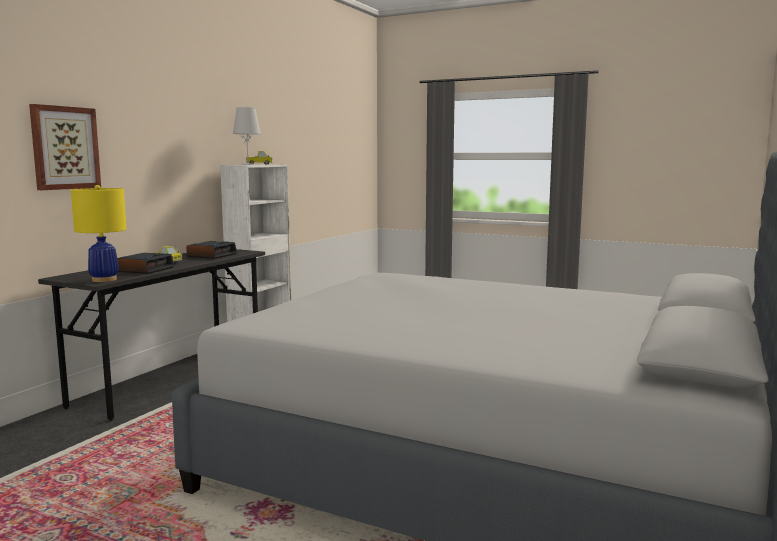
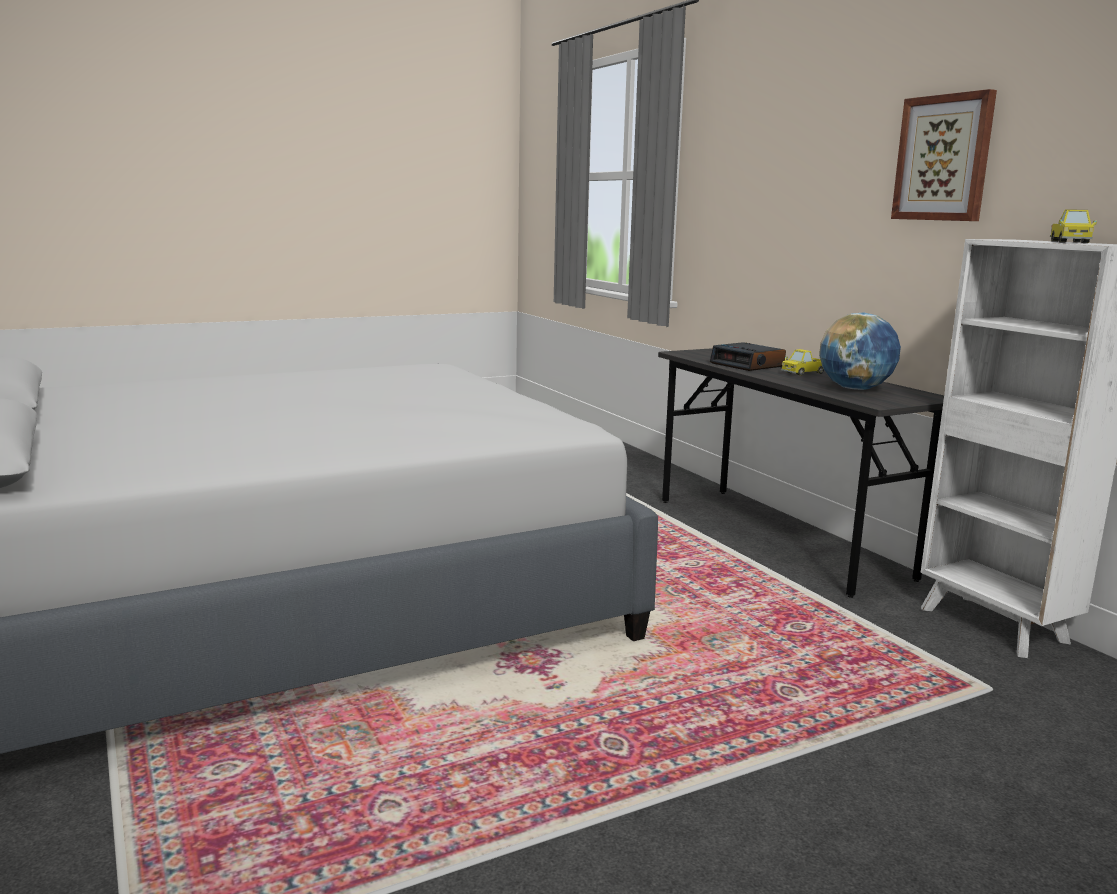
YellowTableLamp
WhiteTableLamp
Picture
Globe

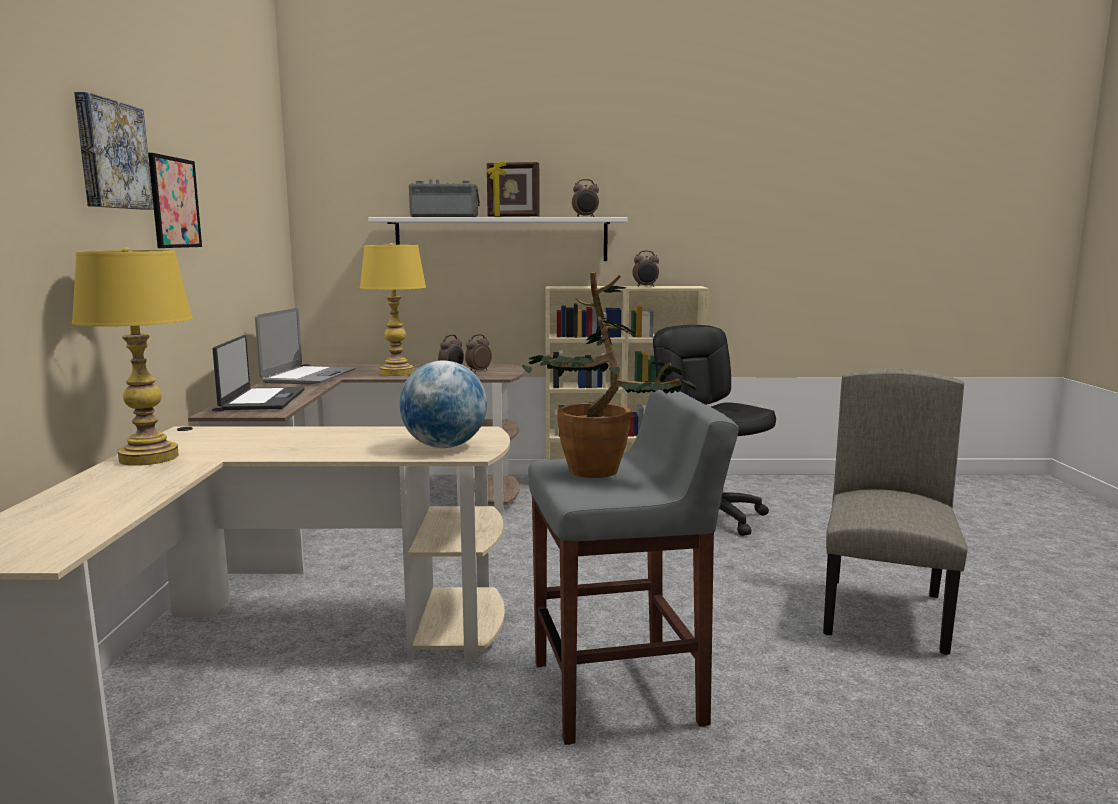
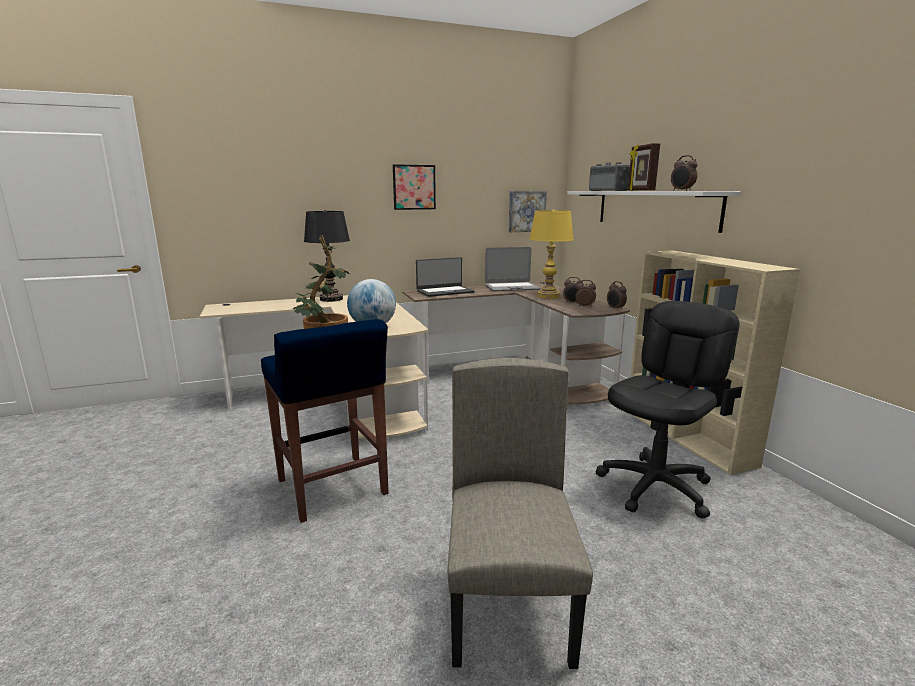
Picture (2nd from left)
AlarmClock (3rd from left)
BlackTableLamp
BlueStool
BeigeChair

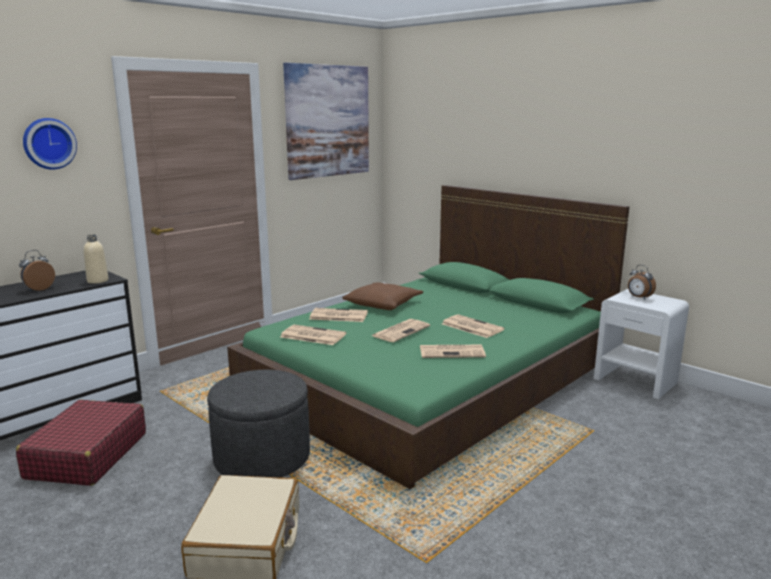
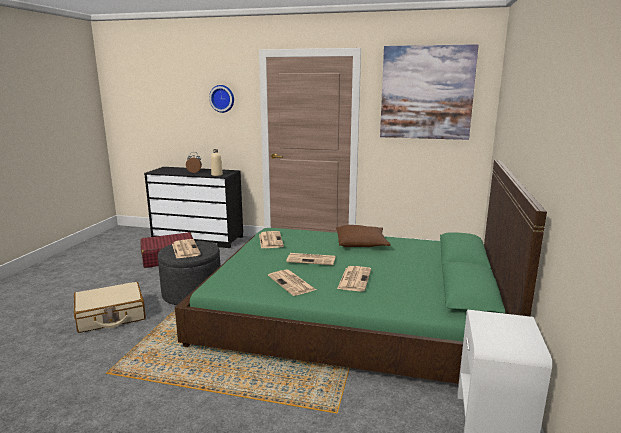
AlarmClock (2nd from left in the first image)
Newspaper (1st from left)

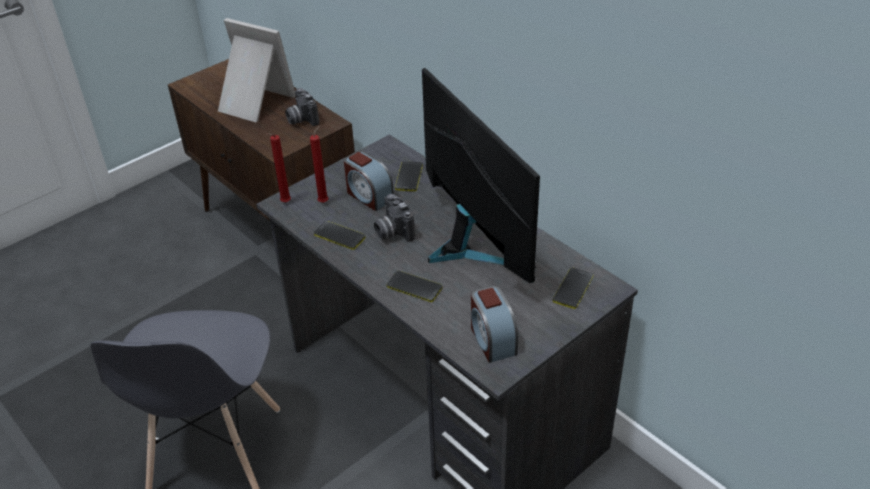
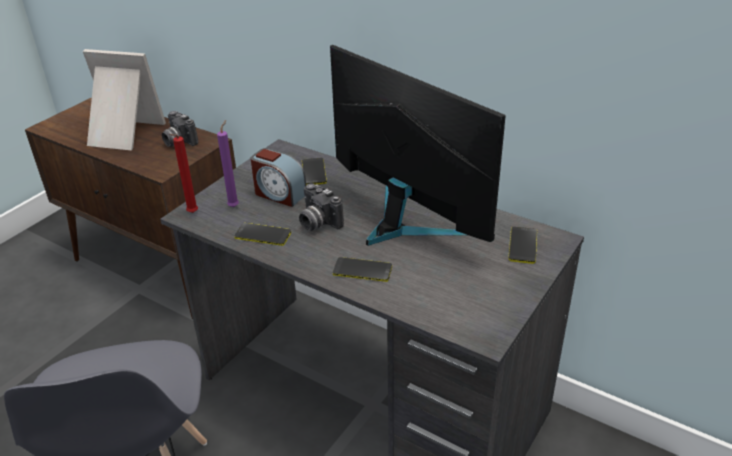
AlarmClock (2nd from left in the first image)
PurpleCandle

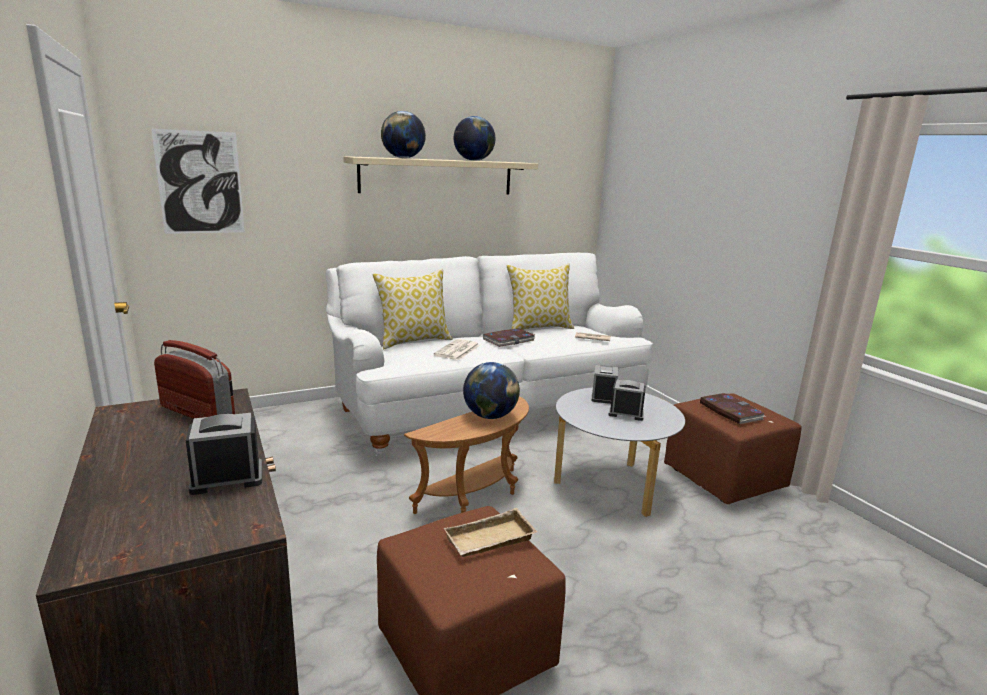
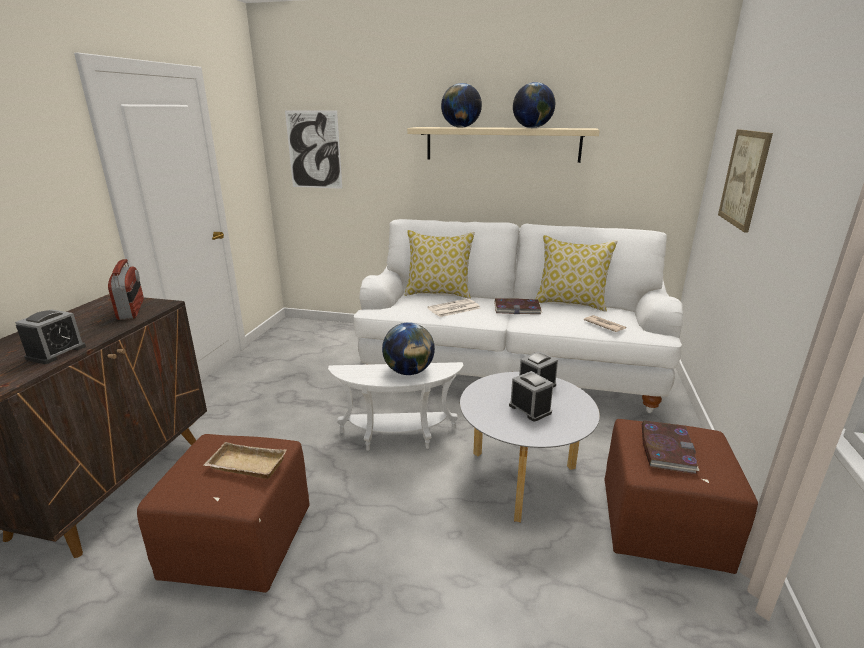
Picture (2nd from left)
WhiteSideTable
AlarmClock (1st from left)

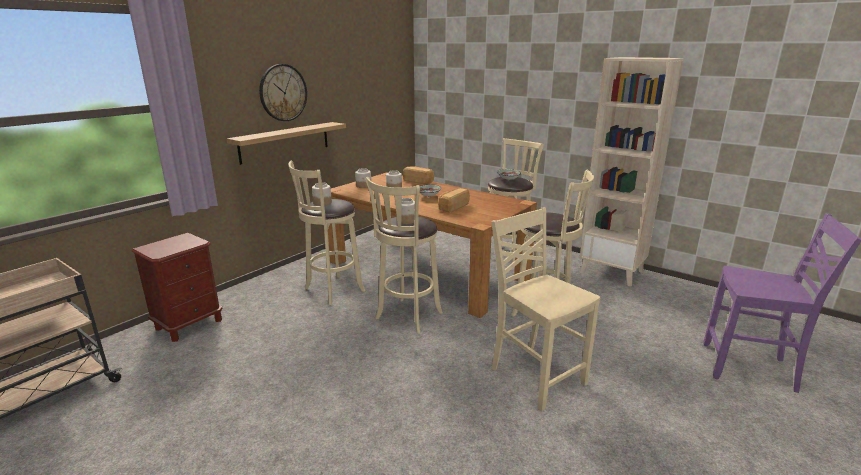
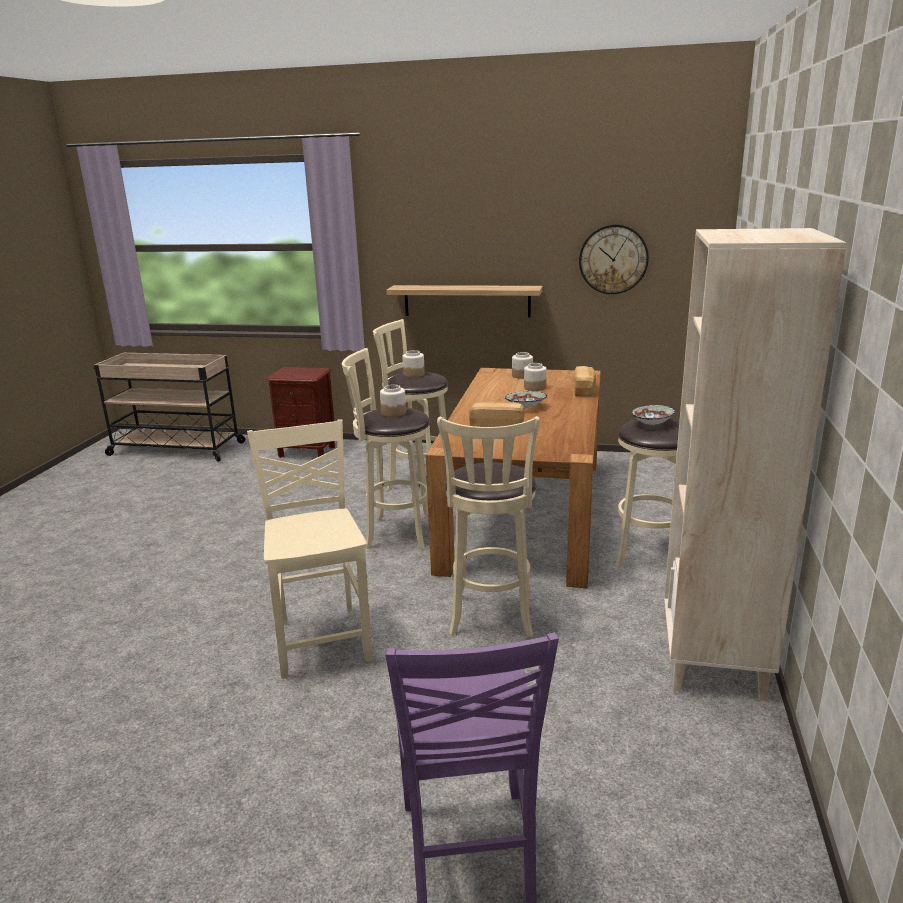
WallClock
BeigeChair

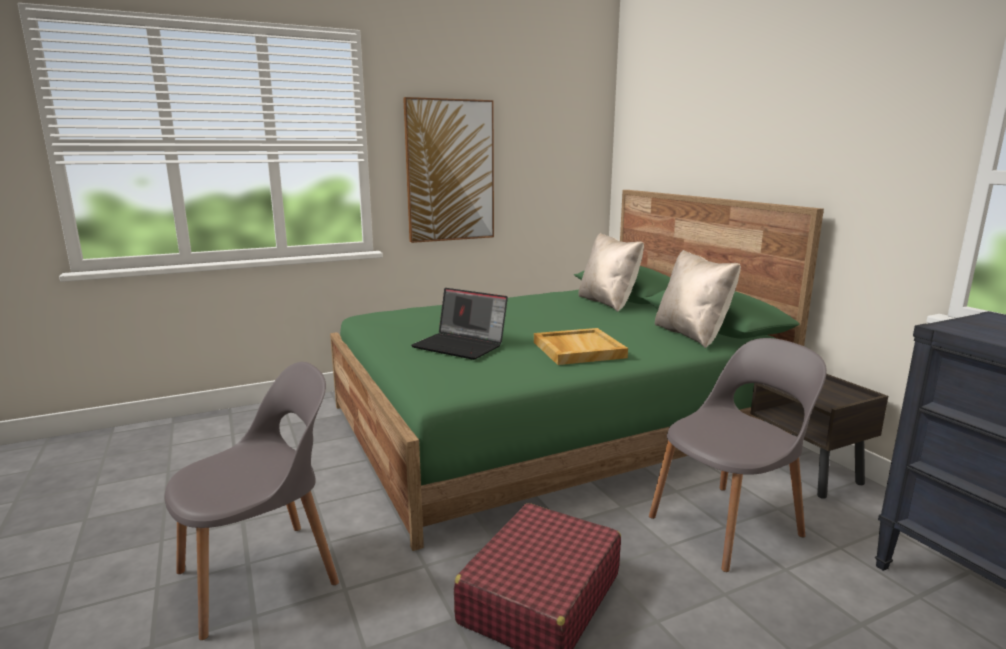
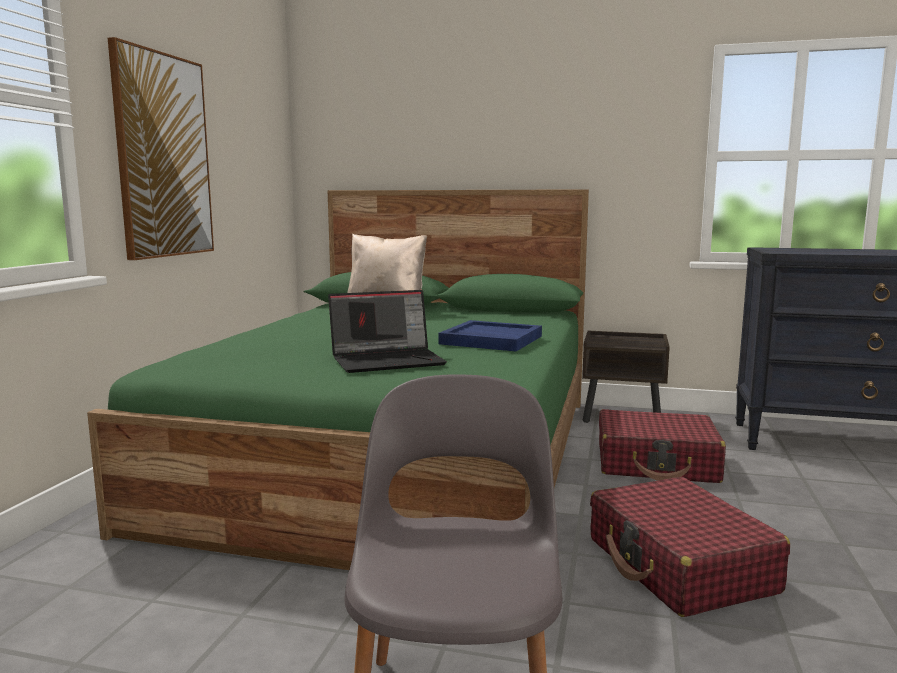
BeigePillow (2nd from left in the first image)
RedSuitcase (1st from left)
BlueTray

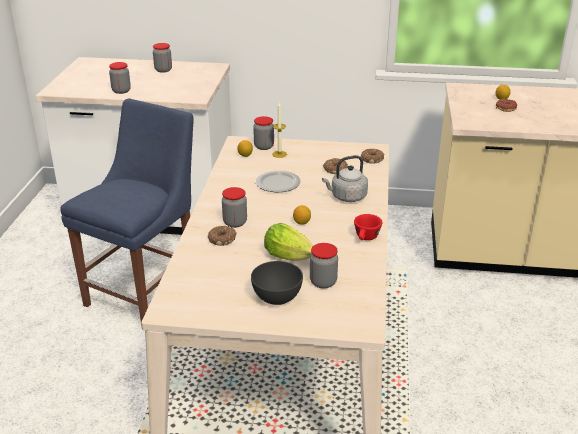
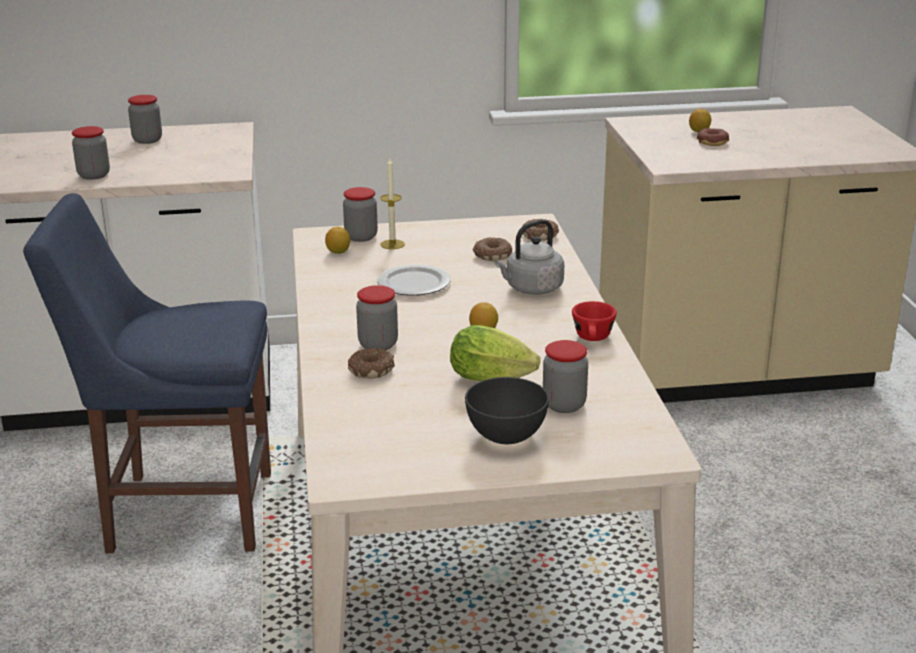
BlueChair

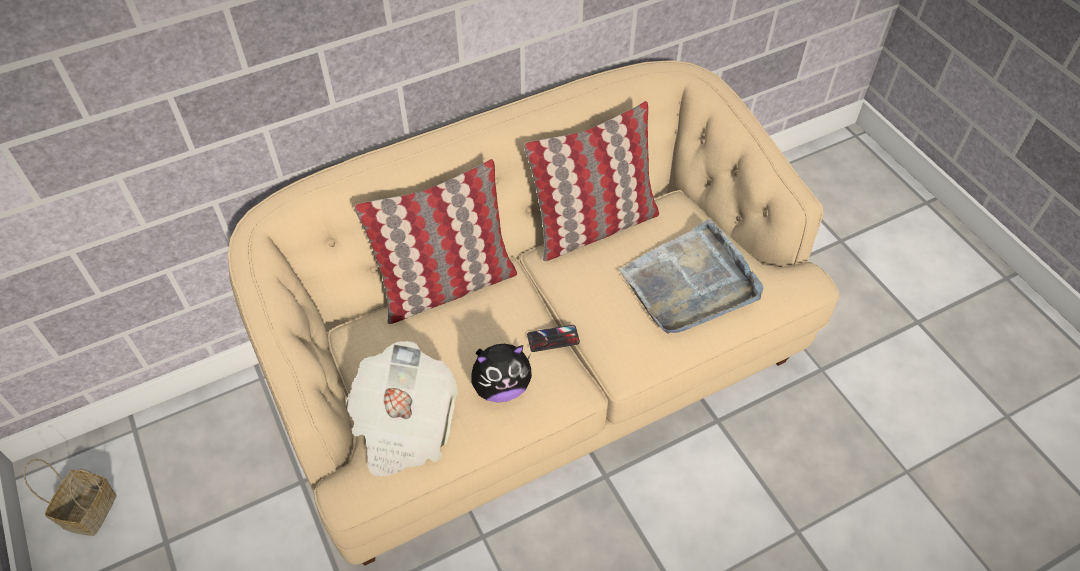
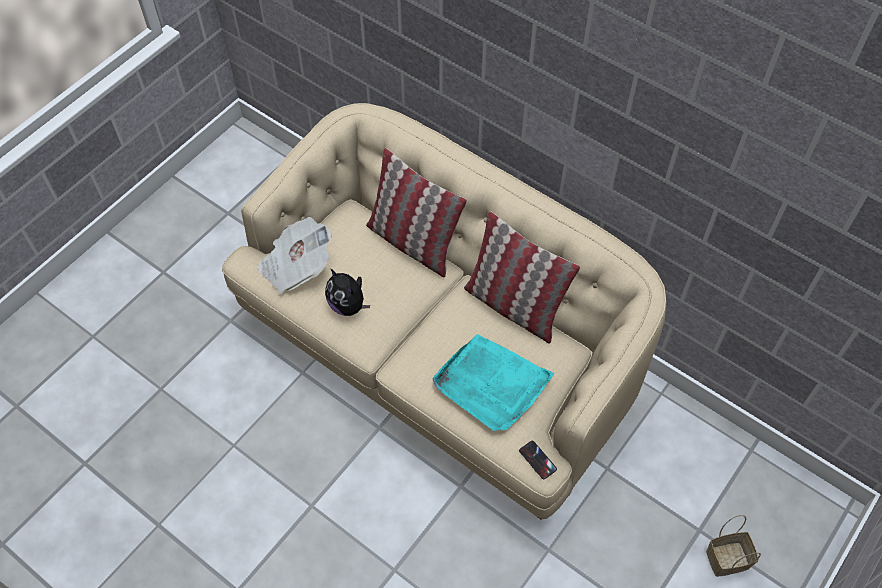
Basket
Phone
TurquoiseTray

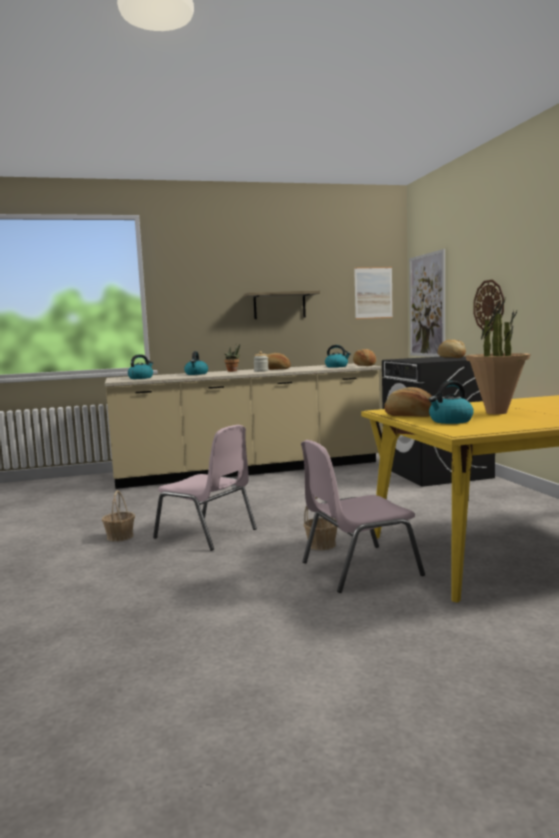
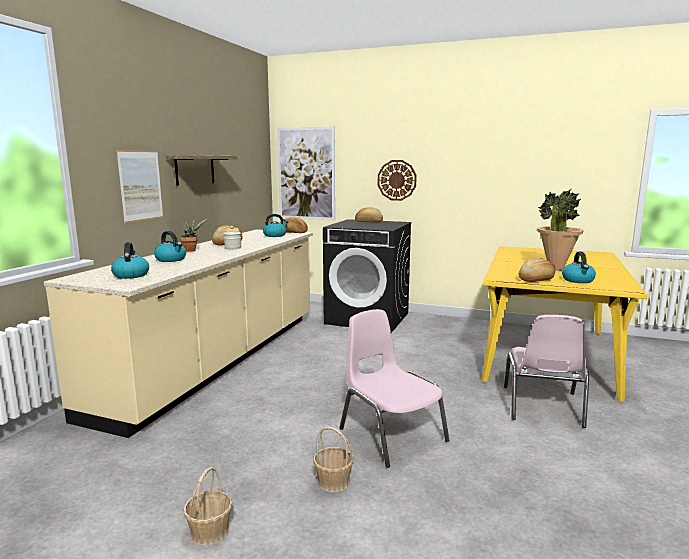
Basket (1st from left)
Picture (1st from left)
PinkChair (1st from left)

